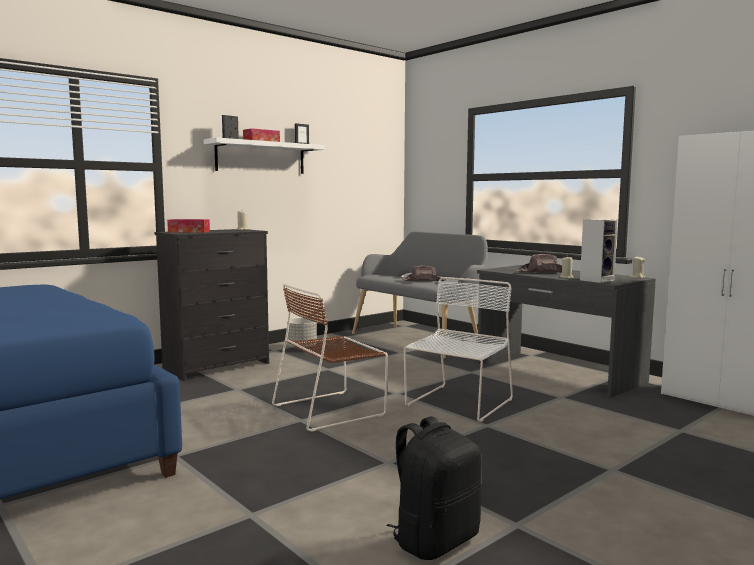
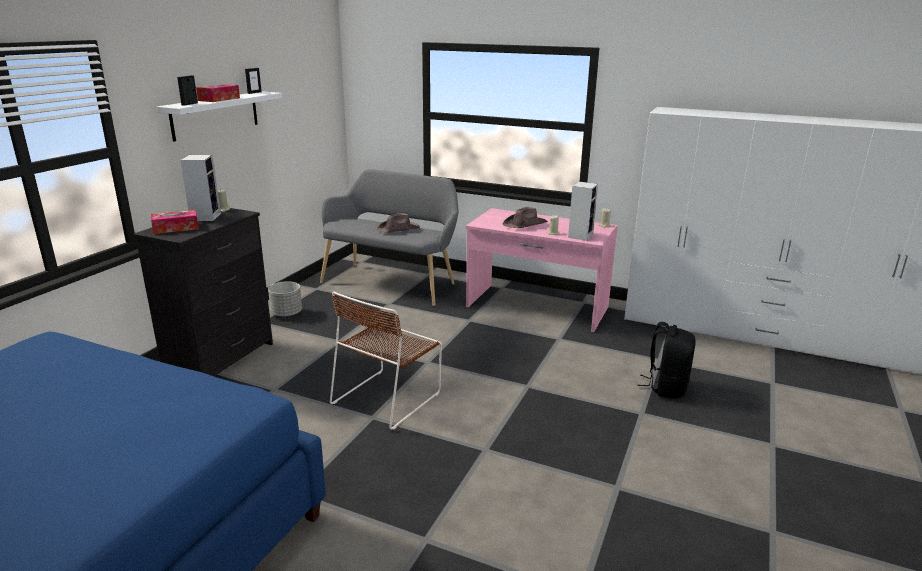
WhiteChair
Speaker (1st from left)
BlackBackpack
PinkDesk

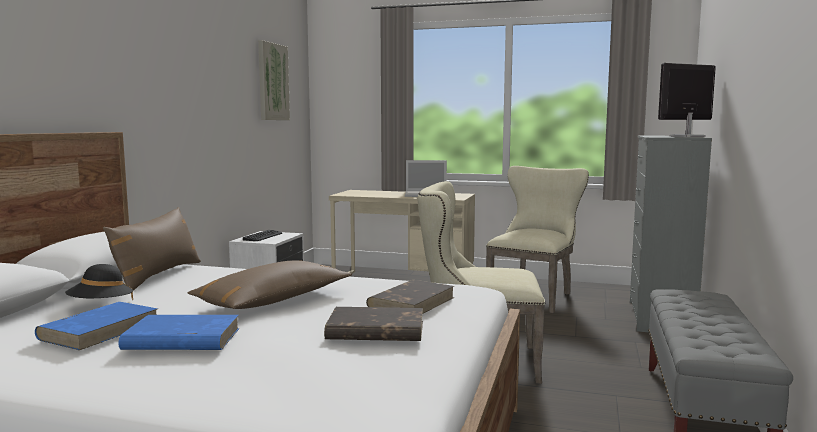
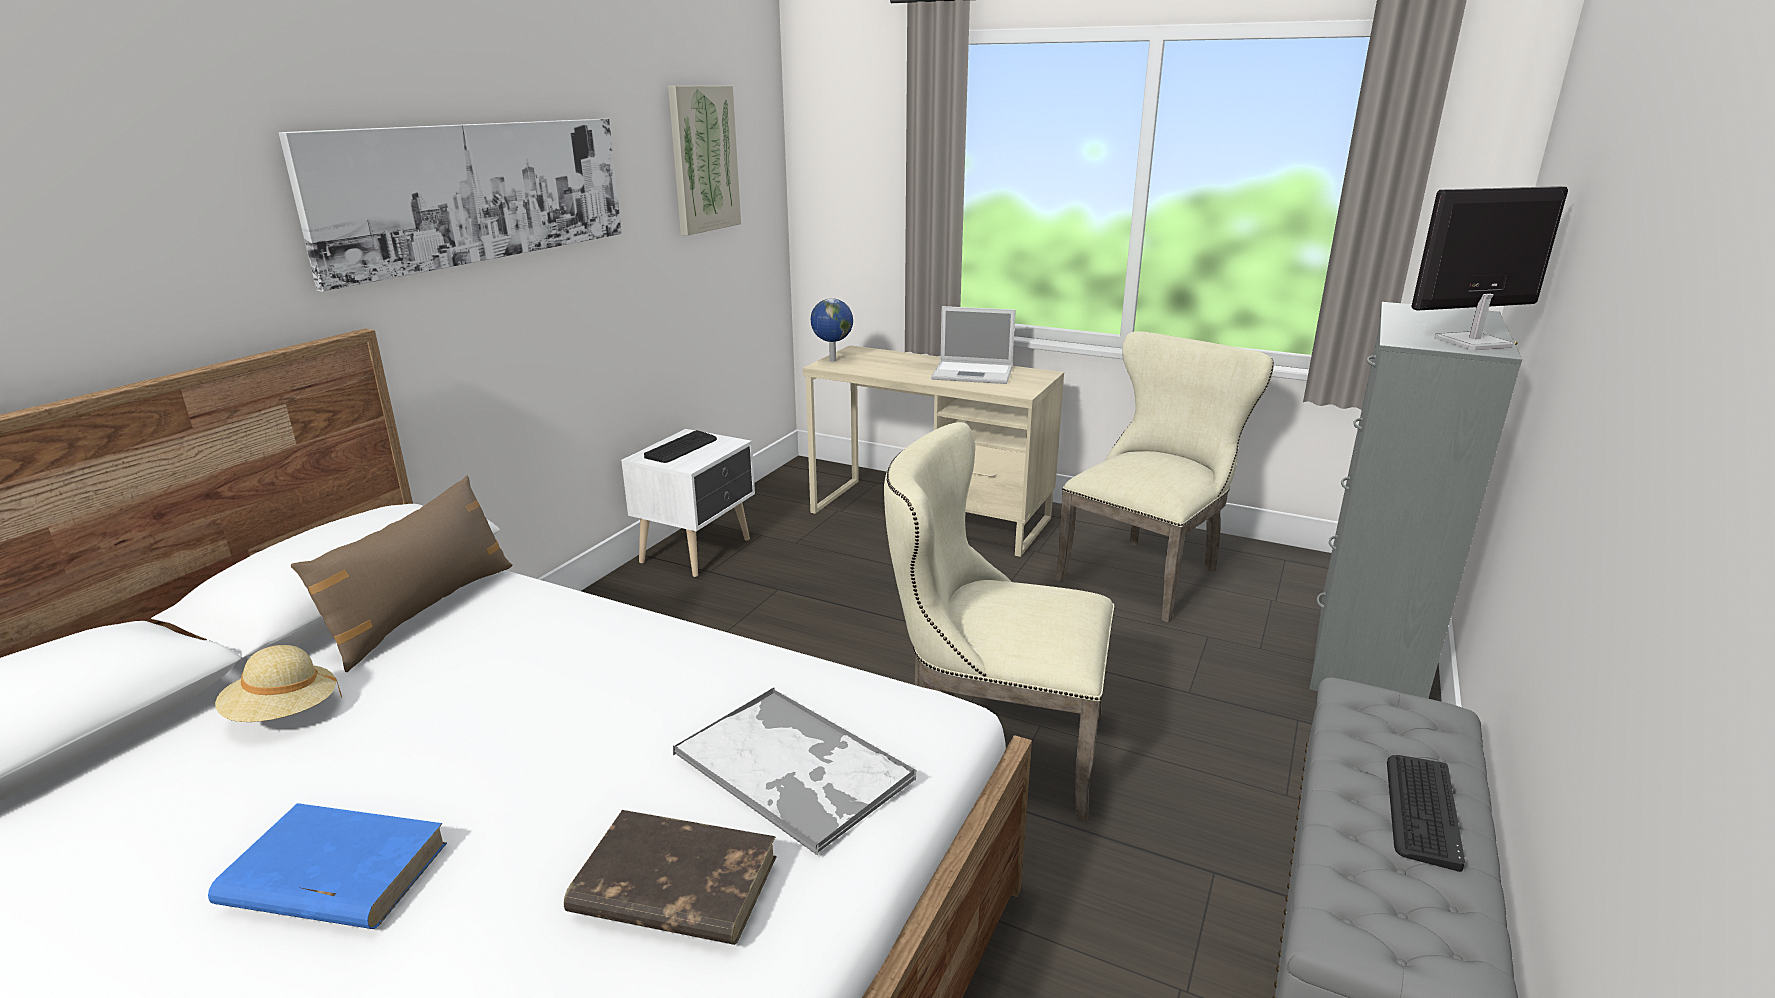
BlueBook (1st from left in the first image)
BrownPillow (2nd from left in the first image)
Picture (1st from left)
Globe
Keyboard (2nd from left)
Tray
BeigeHat

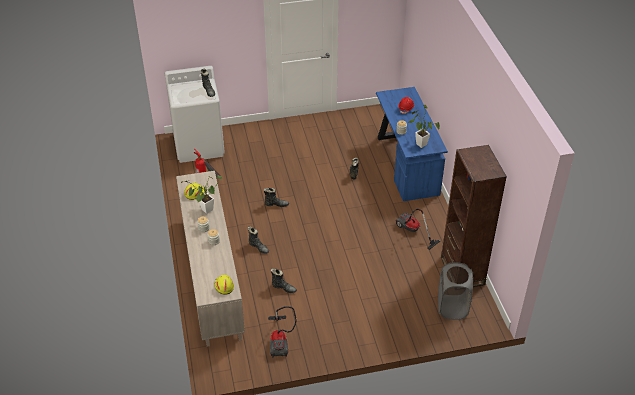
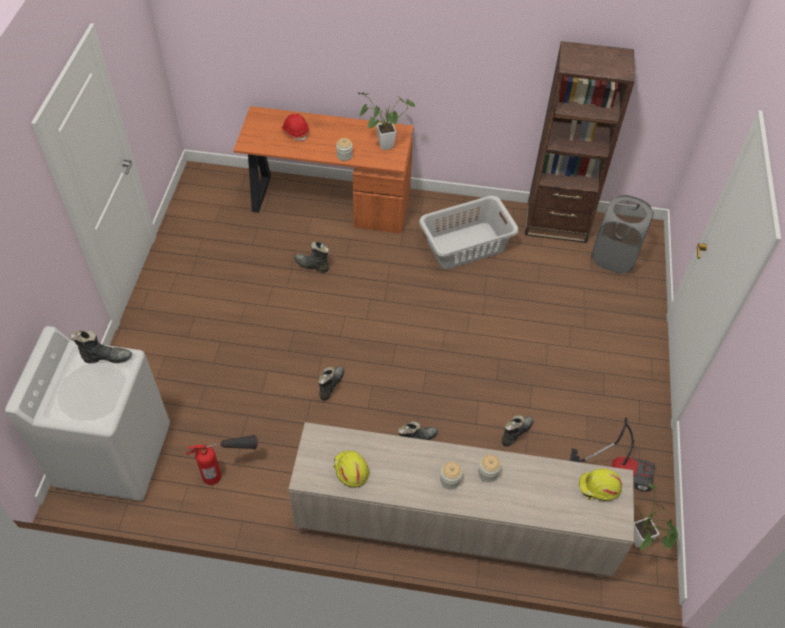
PottedPlant (2nd from left)
GreyLaundryBasket (1st from left)
OrangeDesk

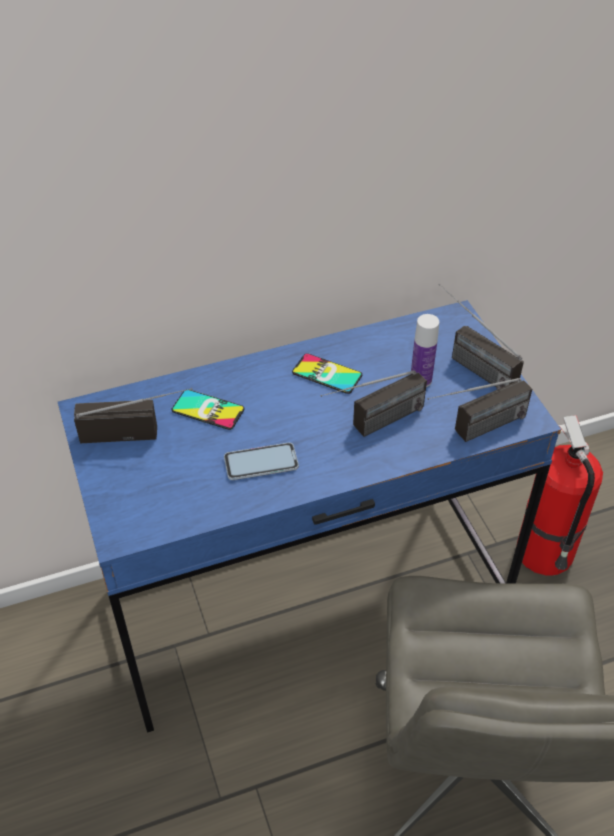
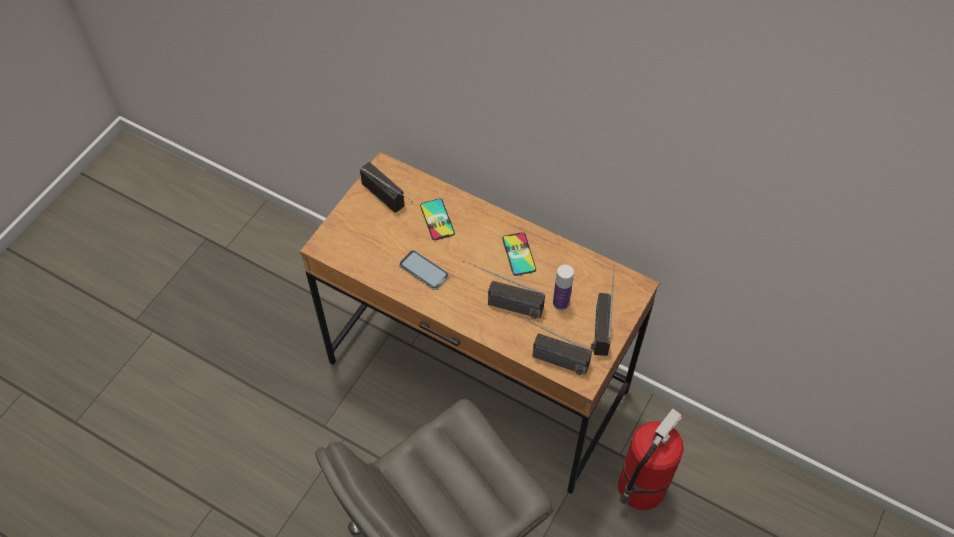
BrownDesk

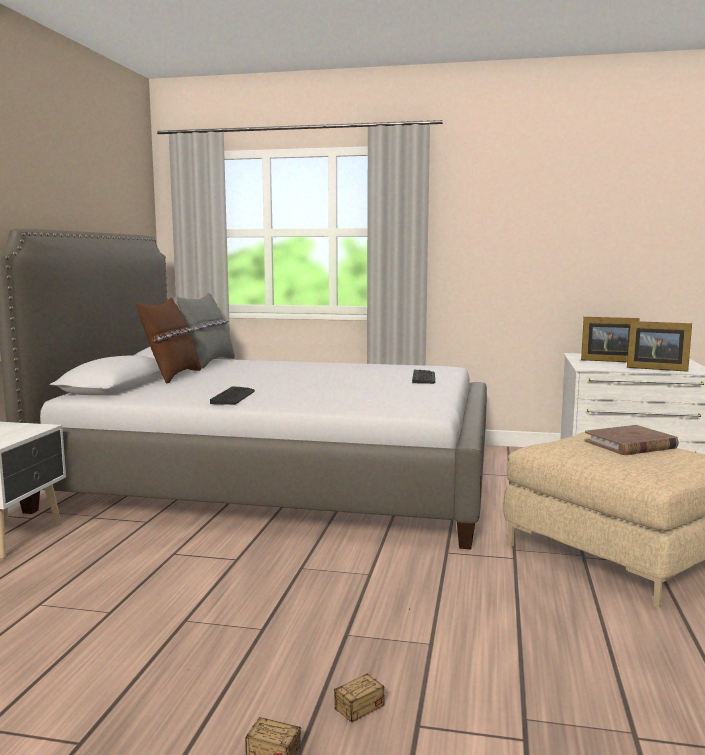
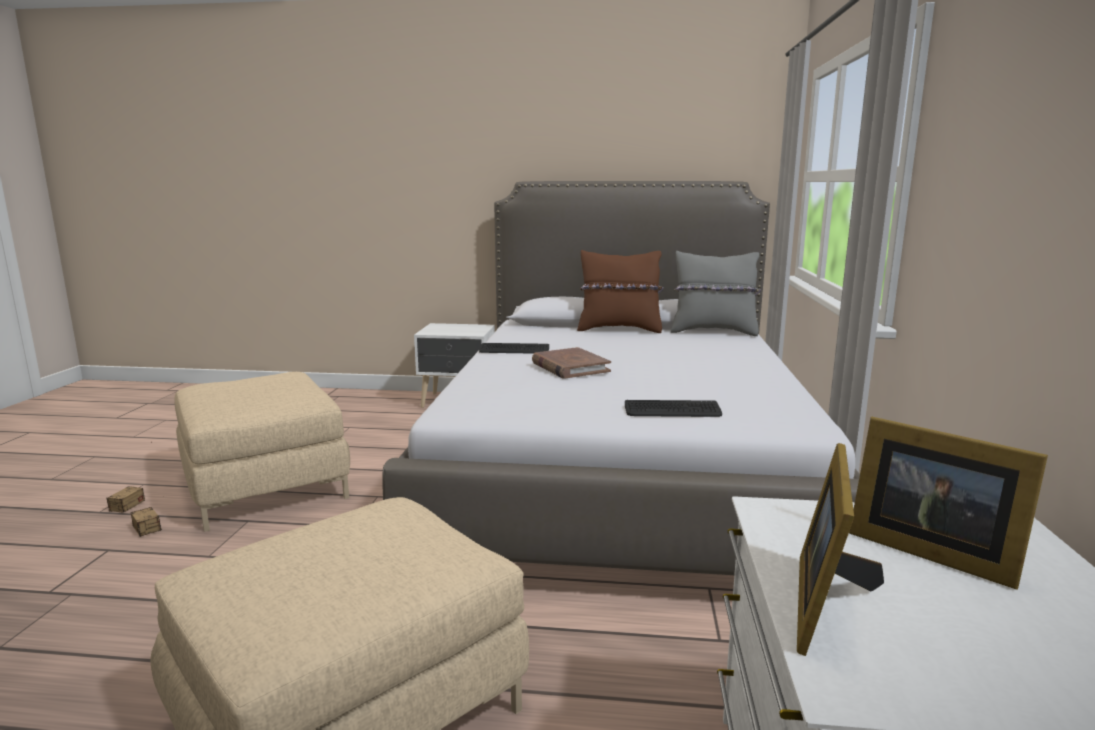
BeigeOttoman (1st from left)
BrownBook
PictureFrame (2nd from left)

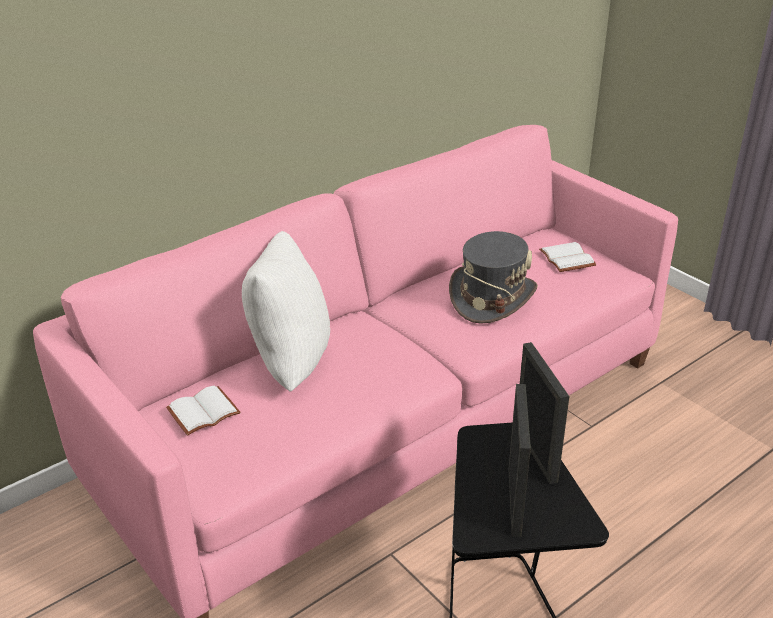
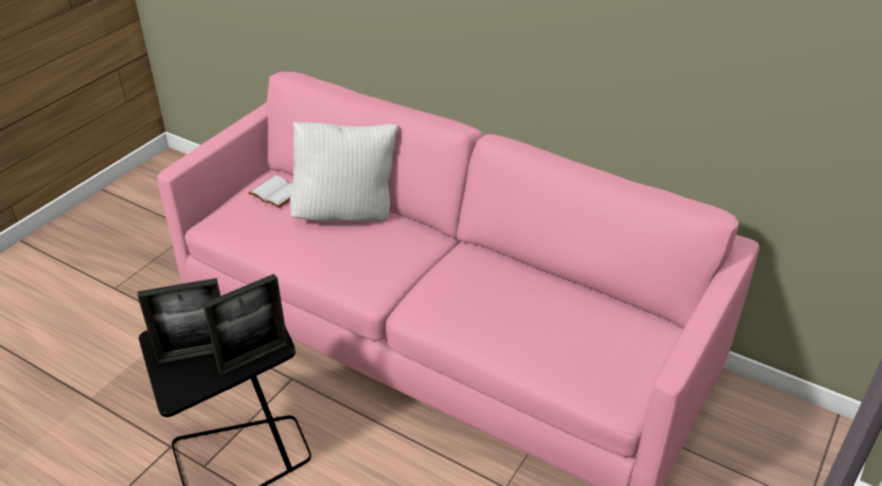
GreyHat
WhiteBook (2nd from left in the first image)

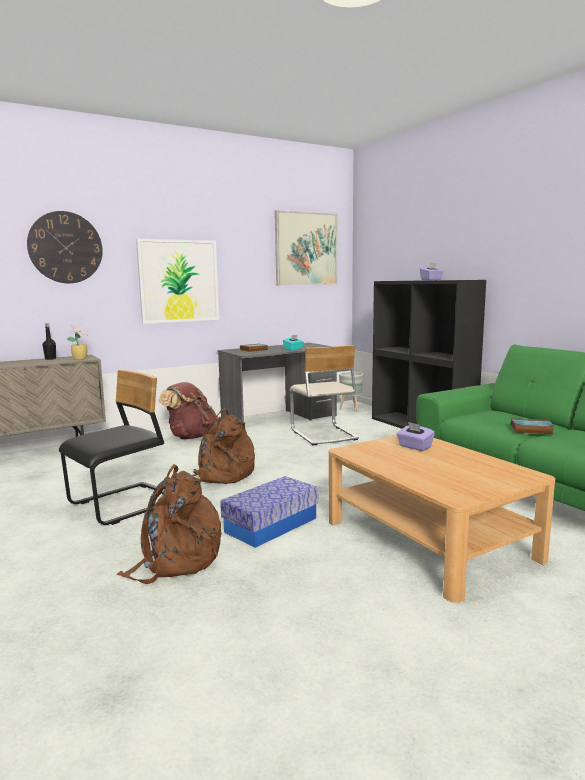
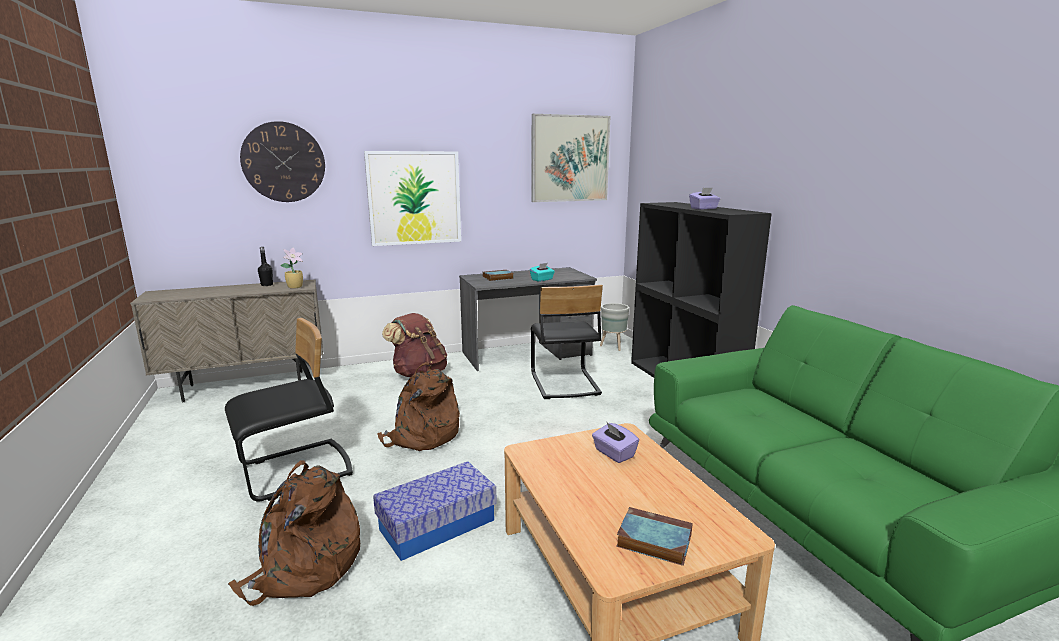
Book (2nd from left)
BlackChair (2nd from left)

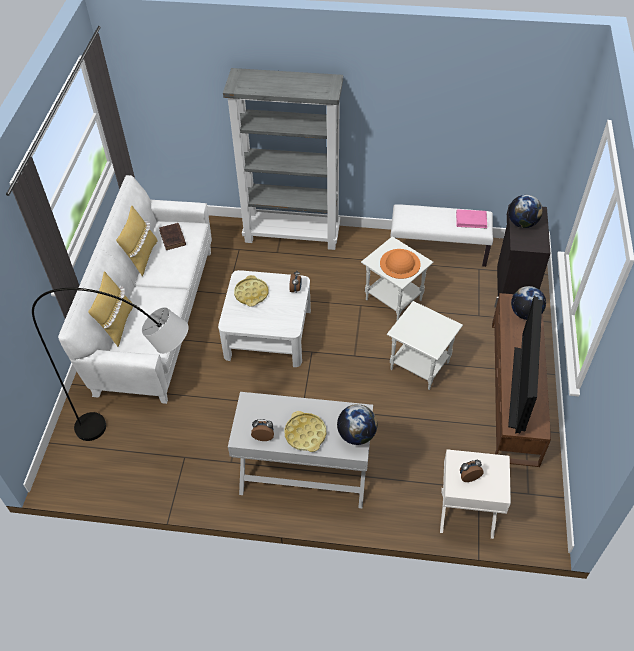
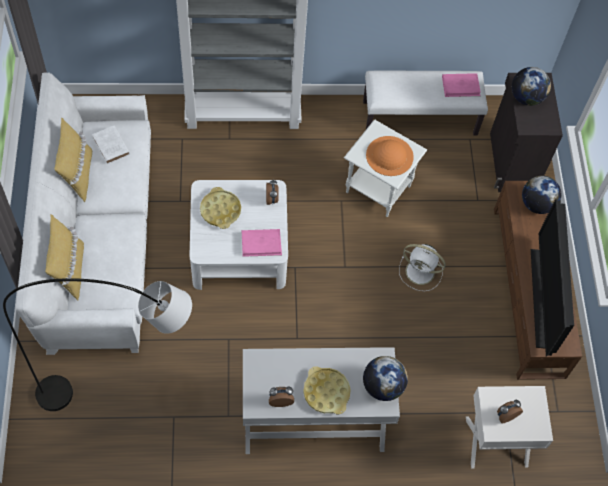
PinkBook (1st from left)
WhiteFan
WhiteBook

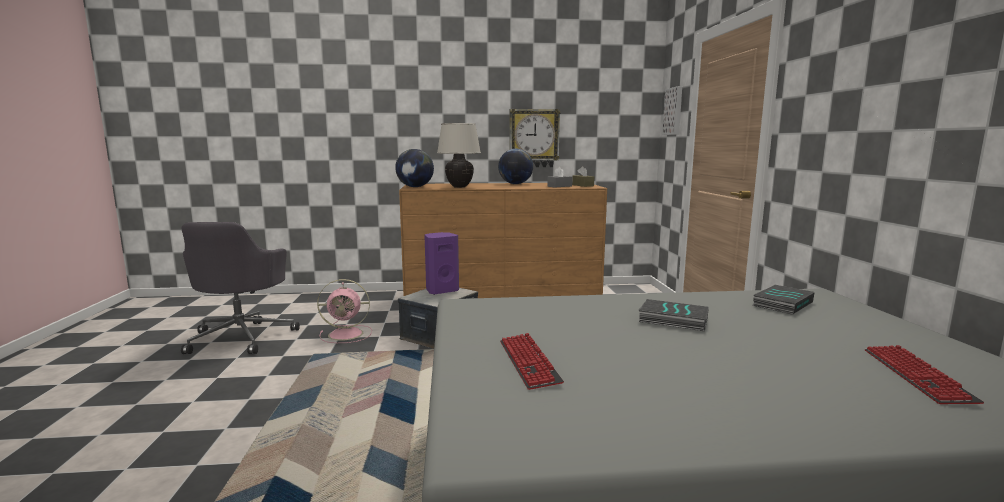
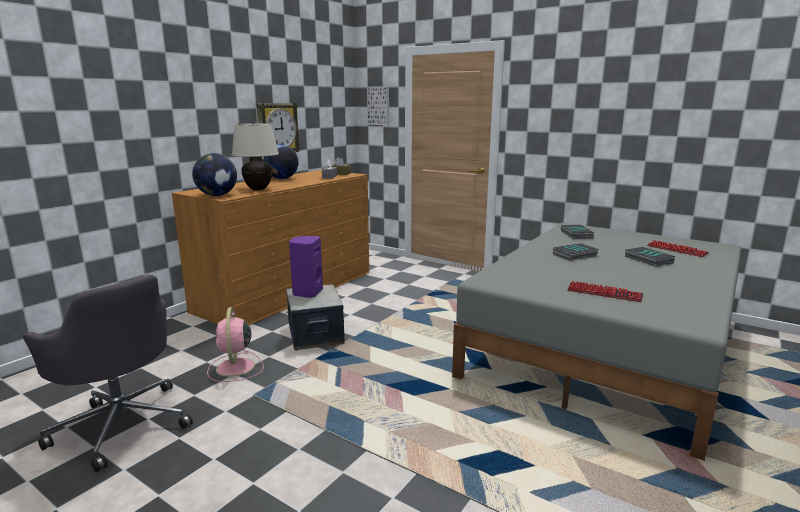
Book (3rd from left)
PinkFan

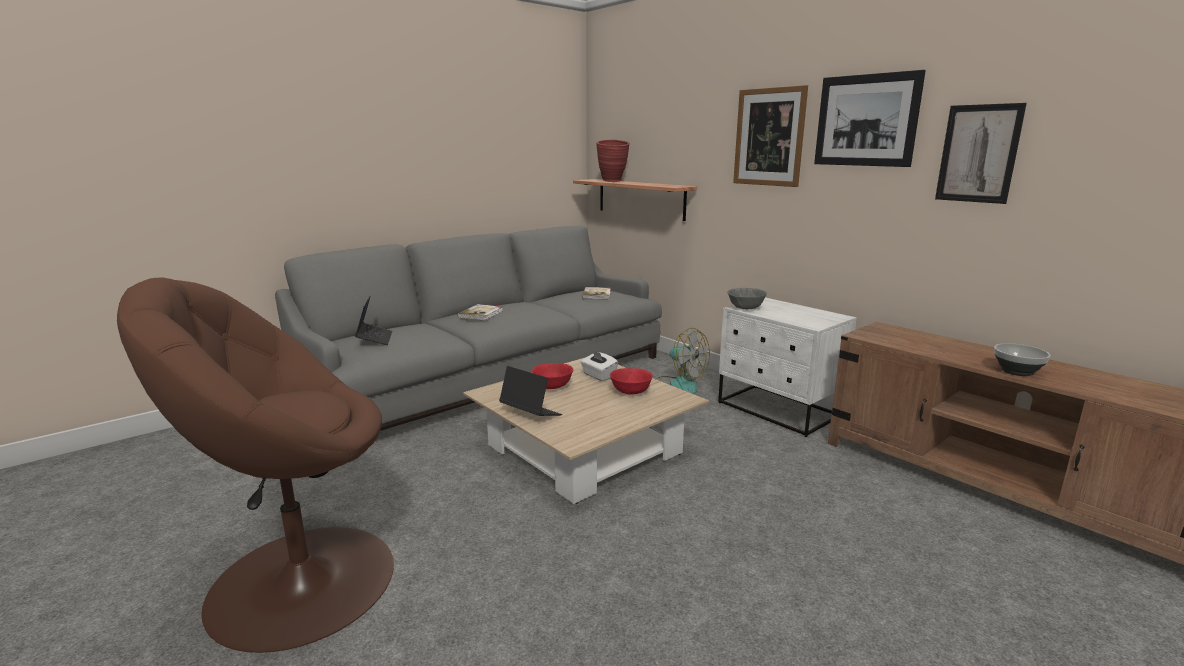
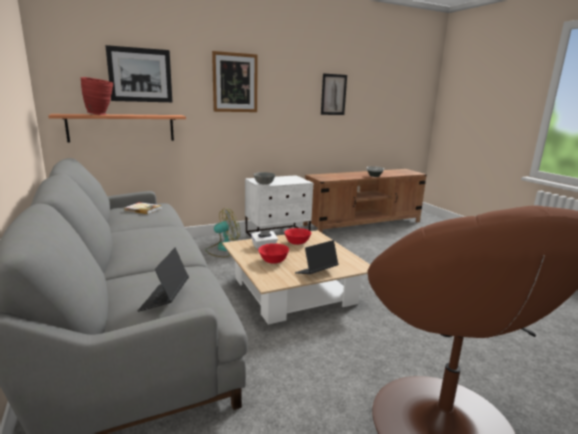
Book (1st from left in the first image)
Picture (1st from left)
Laptop (1st from left)

